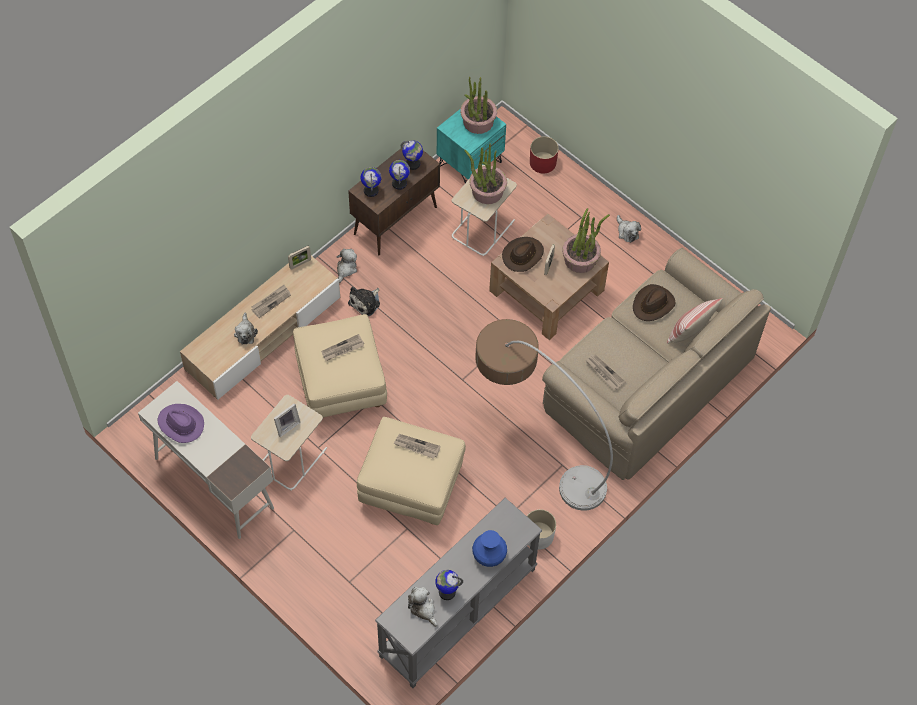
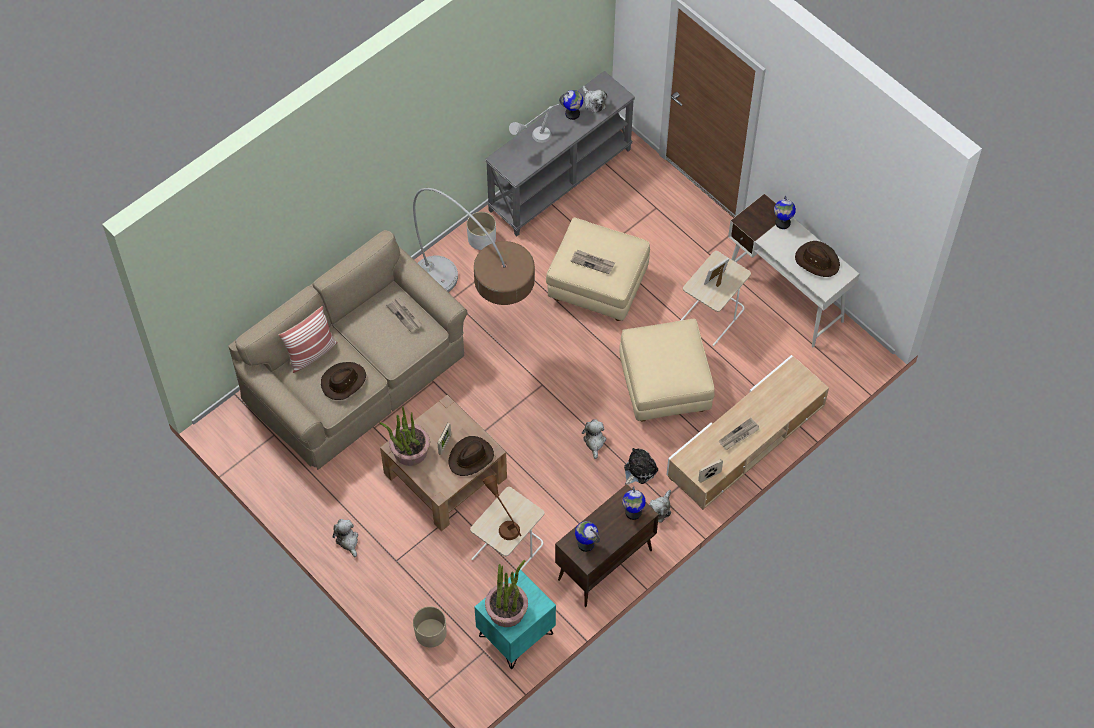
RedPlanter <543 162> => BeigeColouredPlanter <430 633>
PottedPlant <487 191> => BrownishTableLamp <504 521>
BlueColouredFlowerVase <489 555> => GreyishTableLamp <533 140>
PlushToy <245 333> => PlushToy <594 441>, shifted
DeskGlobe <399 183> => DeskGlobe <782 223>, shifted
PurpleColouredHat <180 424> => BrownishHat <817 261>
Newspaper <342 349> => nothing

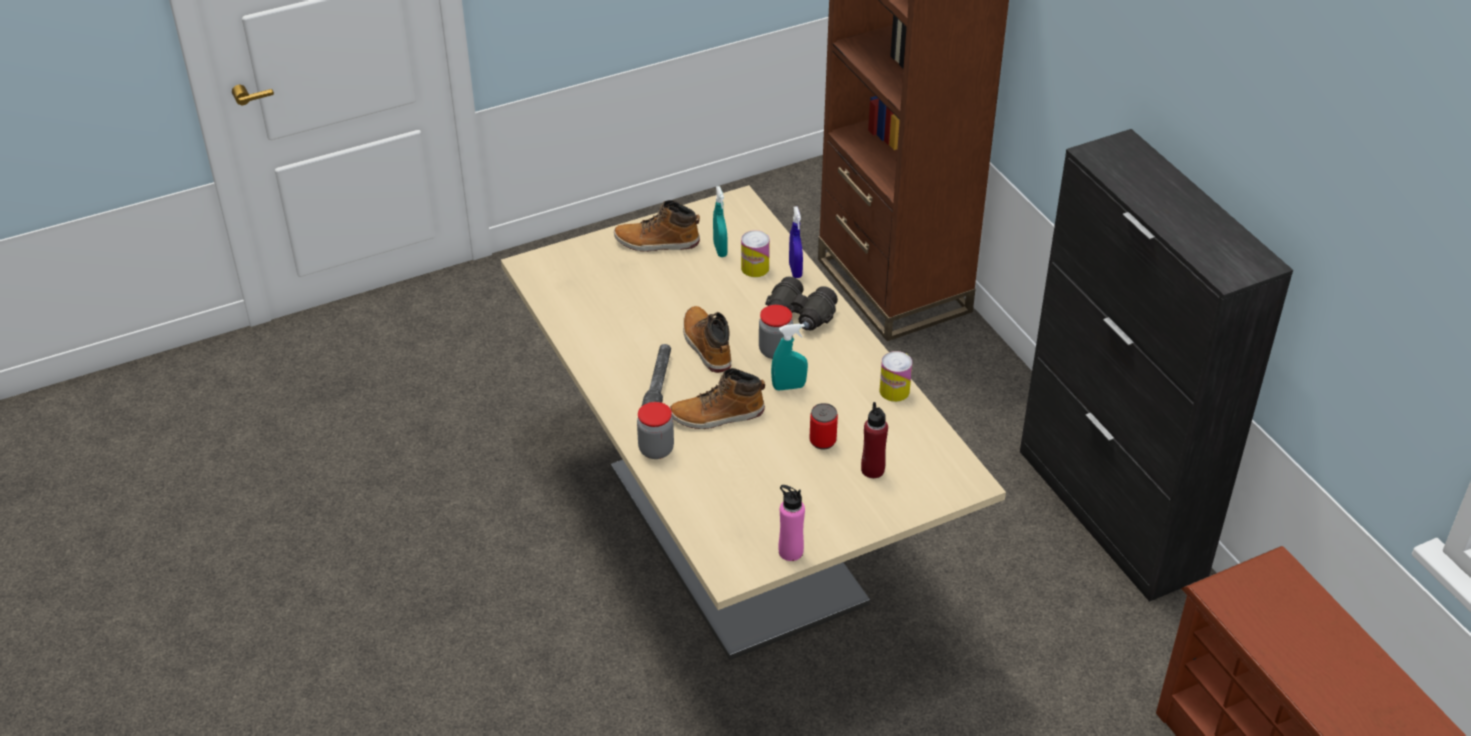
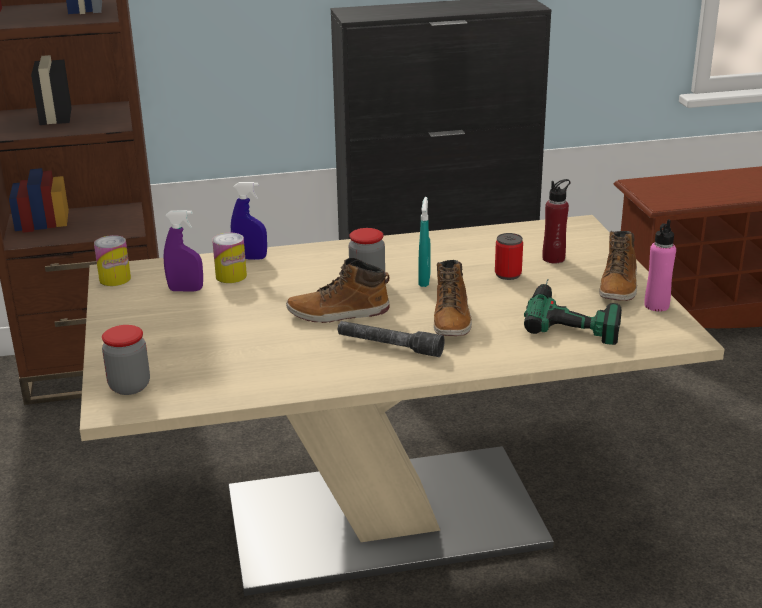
SealedCan <894 391> => SealedCan <115 279>, shifted
StorageJar <656 449> => StorageJar <129 386>, shifted
TurquoiseColouredSprayer <720 250> => PurpleColouredSprayer <186 290>
nothing => ElectricDrill <574 315>
Boot <657 242> => Boot <619 286>, shifted
BlackishBinoculars <799 316> => nothing

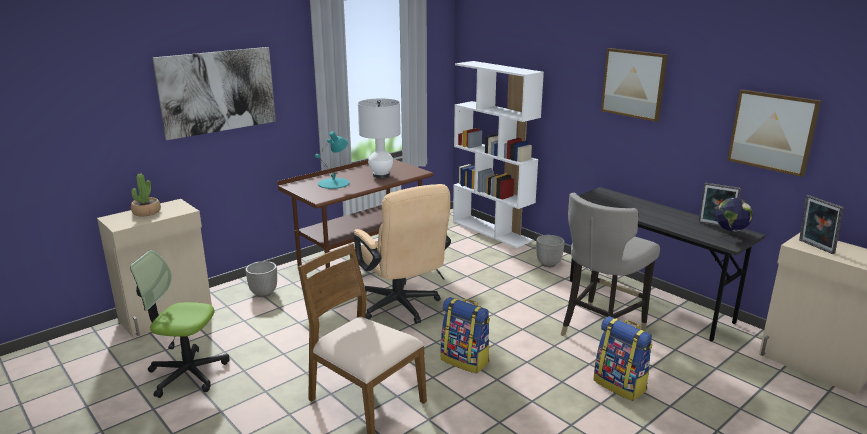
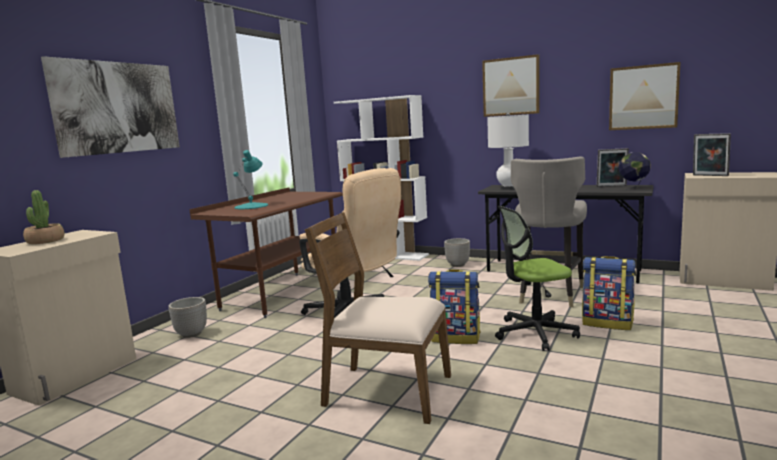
WhiteColouredTableLamp <381 175> => WhiteColouredTableLamp <508 188>, shifted
DeskChair <187 373> => DeskChair <534 333>, shifted

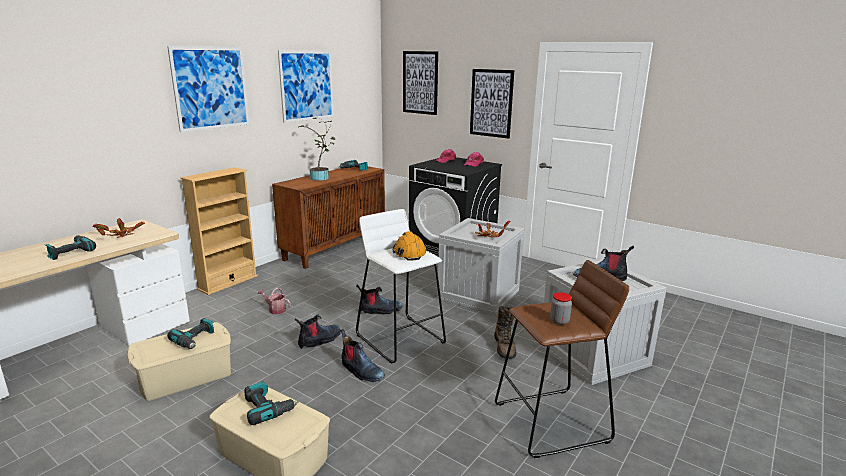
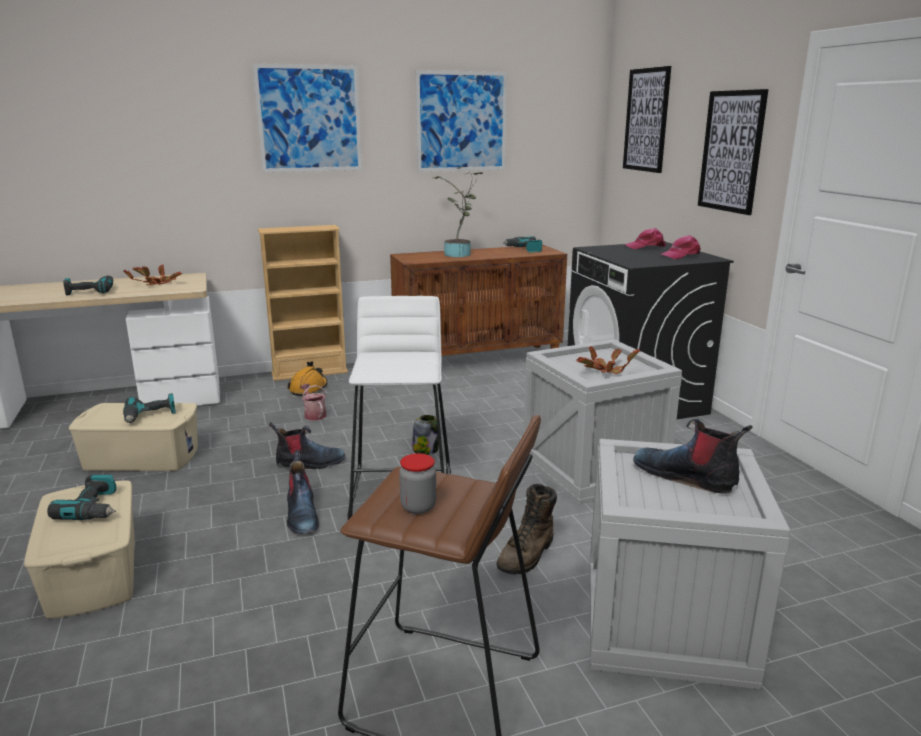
OrangeySafetyHelmet <409 253> => OrangeySafetyHelmet <308 388>, shifted
Boot <379 310> => StorageJar <426 450>

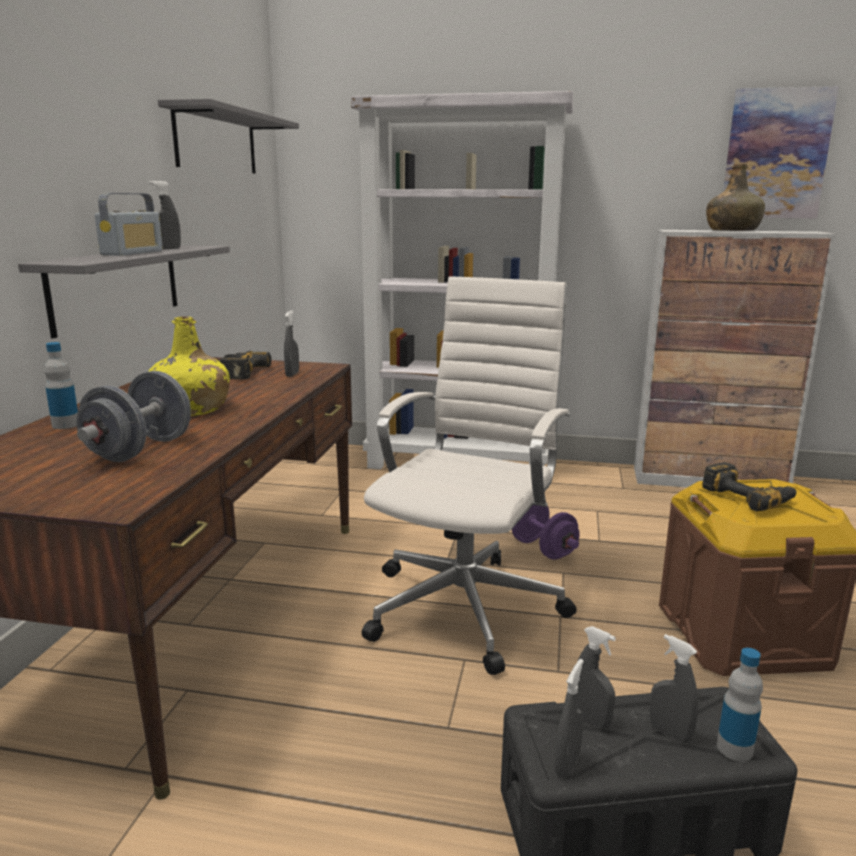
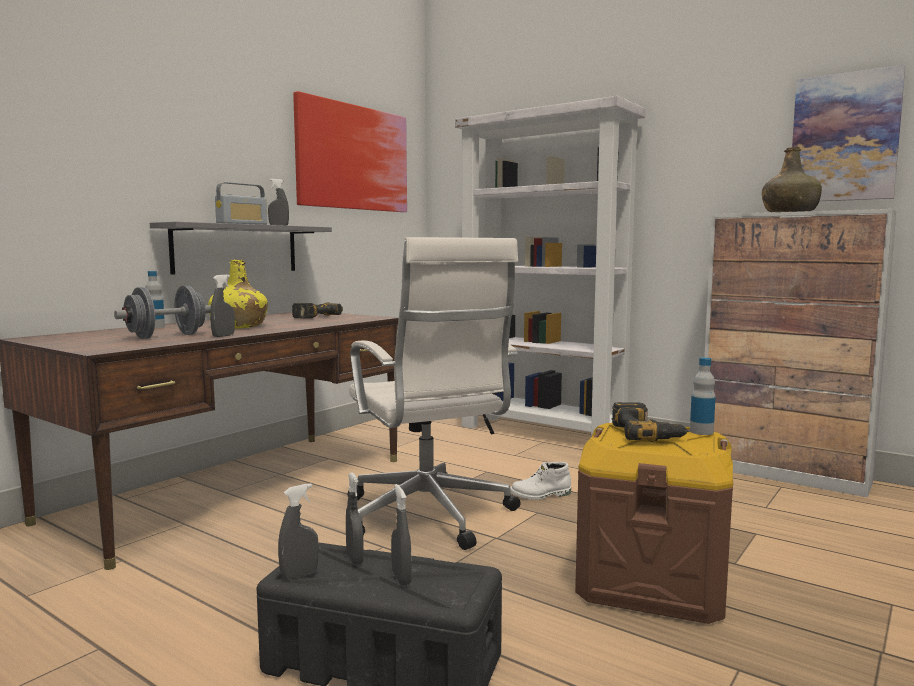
GreyishSprayer <292 374> => GreyishSprayer <223 336>, shifted
GreyishShelf <216 142> => WallPicture <353 158>
WhiteColouredDeskChair <467 605> => WhiteColouredDeskChair <429 517>, 105 degrees clockwise
PurpleColouredHandWeight <543 549> => WhiteColouredBoot <540 495>
BeverageBottle <734 748> => BeverageBottle <701 432>, shifted

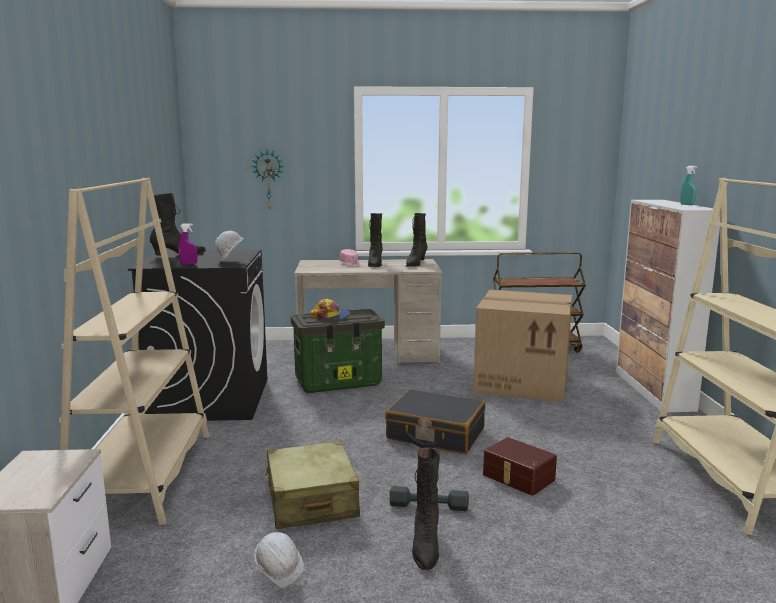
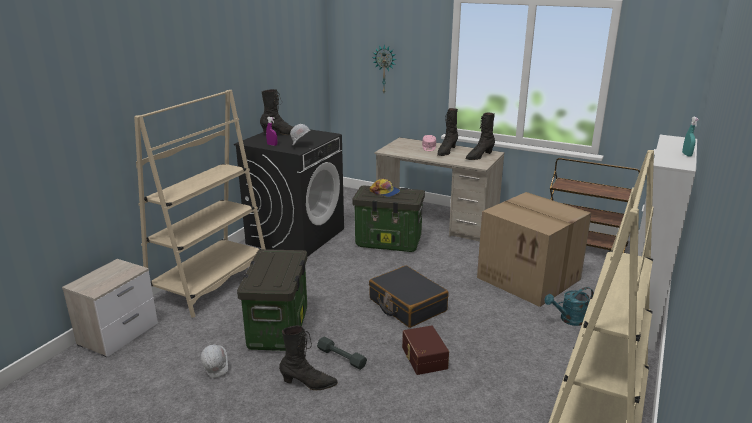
BeigeColouredSuitcase <311 501> => StorageContainer <279 329>
BlackishBoot <425 547> => BlackishBoot <309 384>, 120 degrees counterclockwise
nothing => TurquoiseColouredSprinklingCan <569 320>

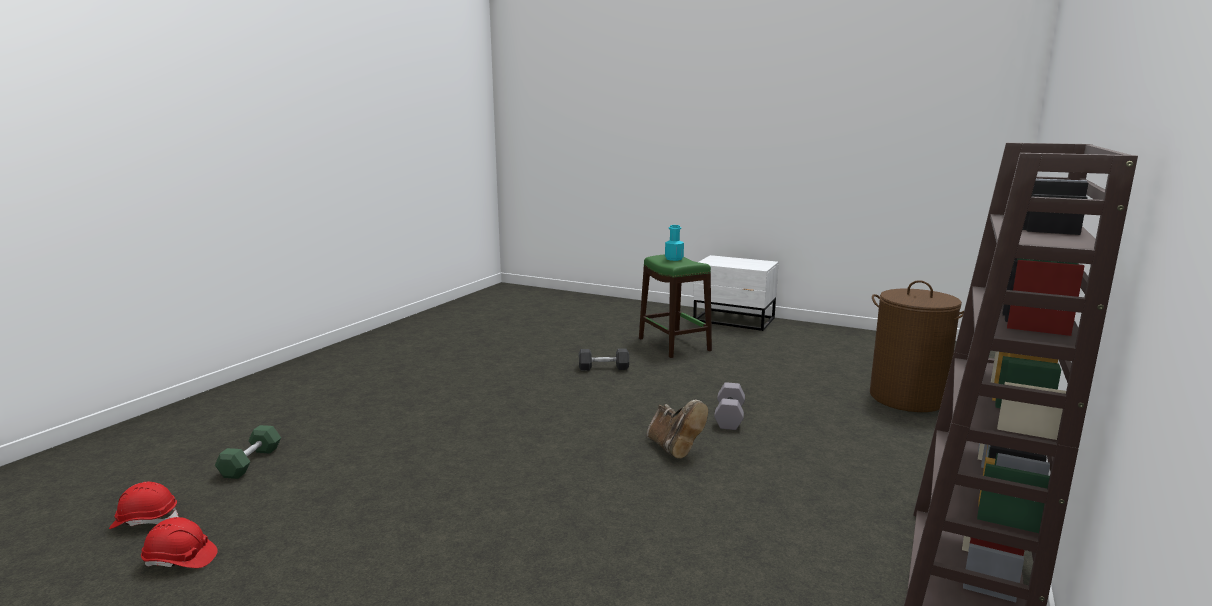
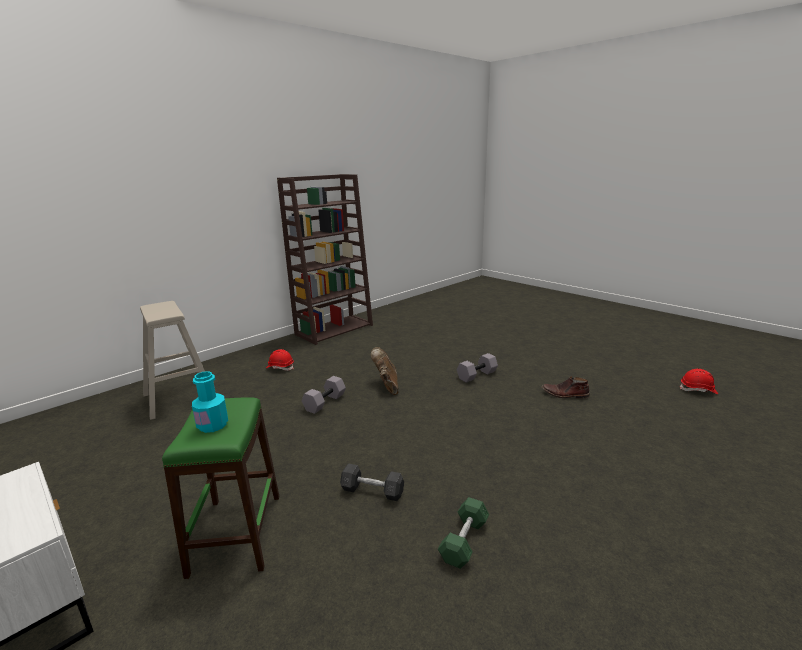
BrownishLaundryBasket <907 398> => BeigeColouredSittingStool <179 397>
RedSafetyHelmet <180 560> => RedSafetyHelmet <280 367>, shifted
GreenishHandWeight <251 462> => GreenishHandWeight <464 541>, shifted
nothing => GreyishHandWeight <477 375>
nothing => BrownishBoot <565 394>

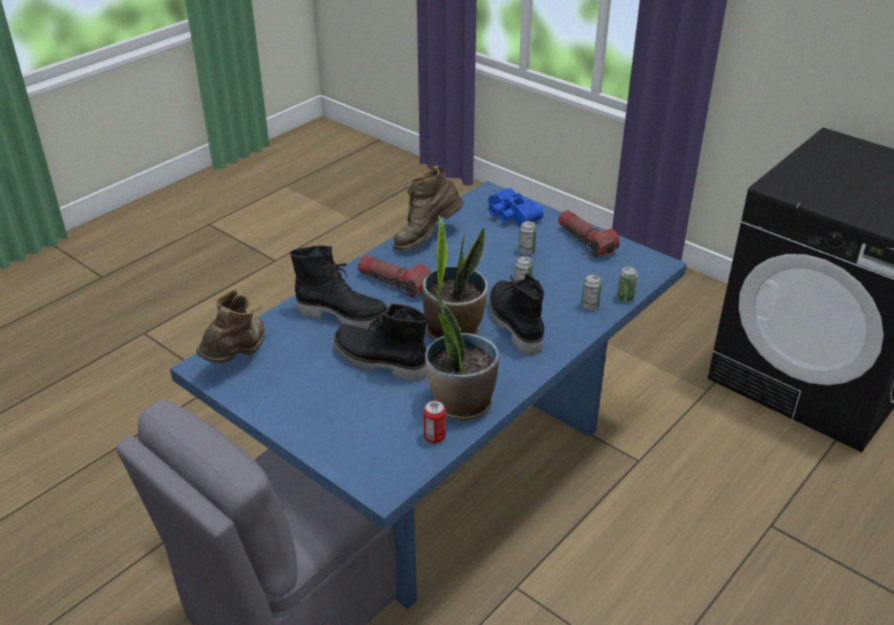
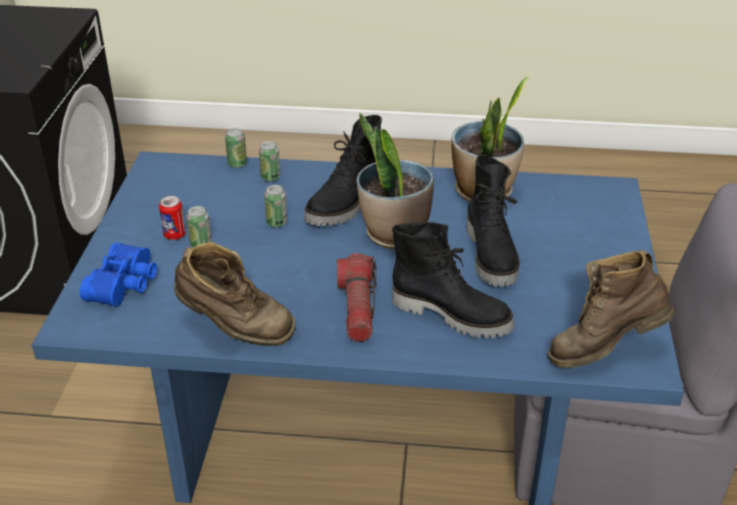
SealedCan <434 437> => SealedCan <174 235>, shifted
BlackishBoot <344 315> => BlackishBoot <452 314>, 135 degrees clockwise
HandTorch <586 242> => nothing

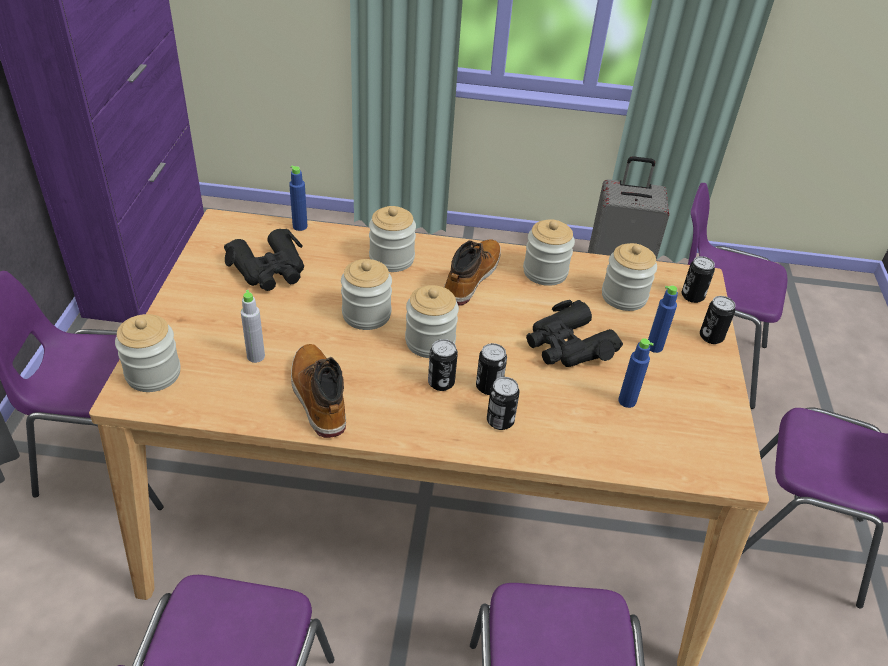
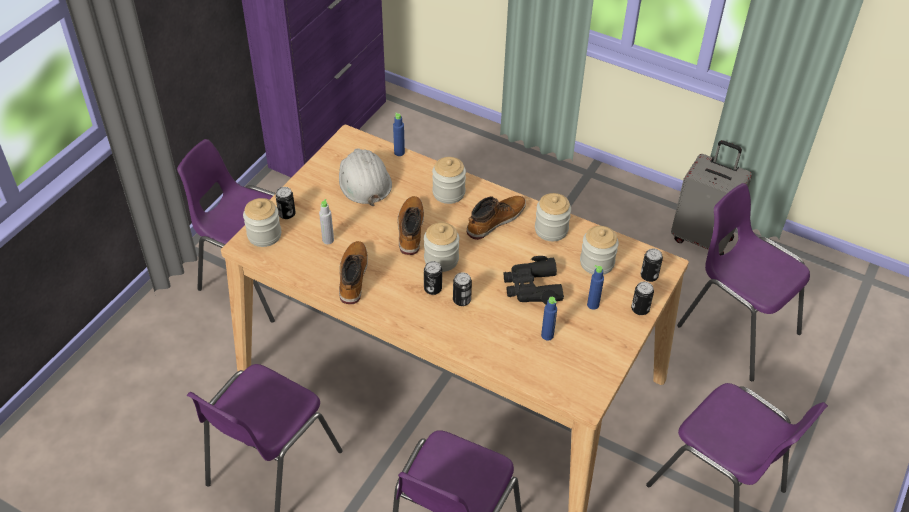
SealedCan <500 421> => SealedCan <287 214>, shifted
BlackishBinoculars <269 270> => WhiteColouredSafetyHelmet <364 181>
StorageJar <366 314> => Boot <410 229>

